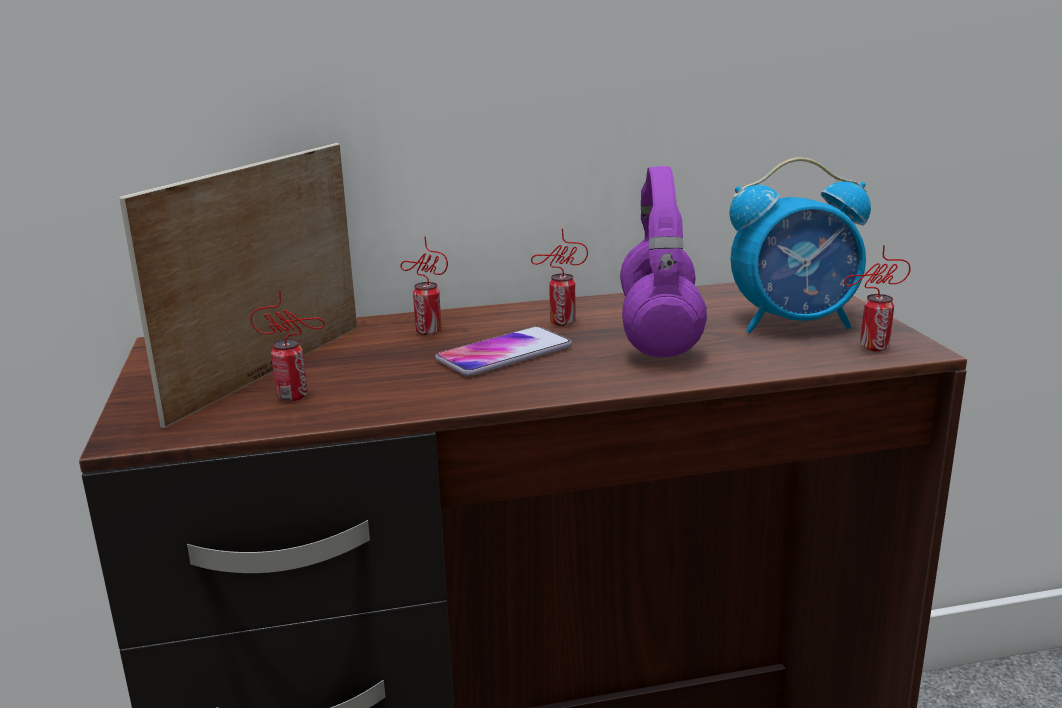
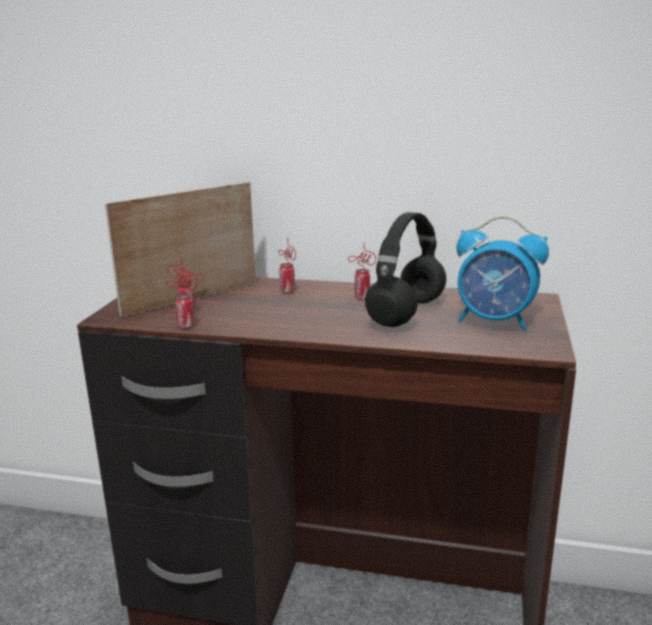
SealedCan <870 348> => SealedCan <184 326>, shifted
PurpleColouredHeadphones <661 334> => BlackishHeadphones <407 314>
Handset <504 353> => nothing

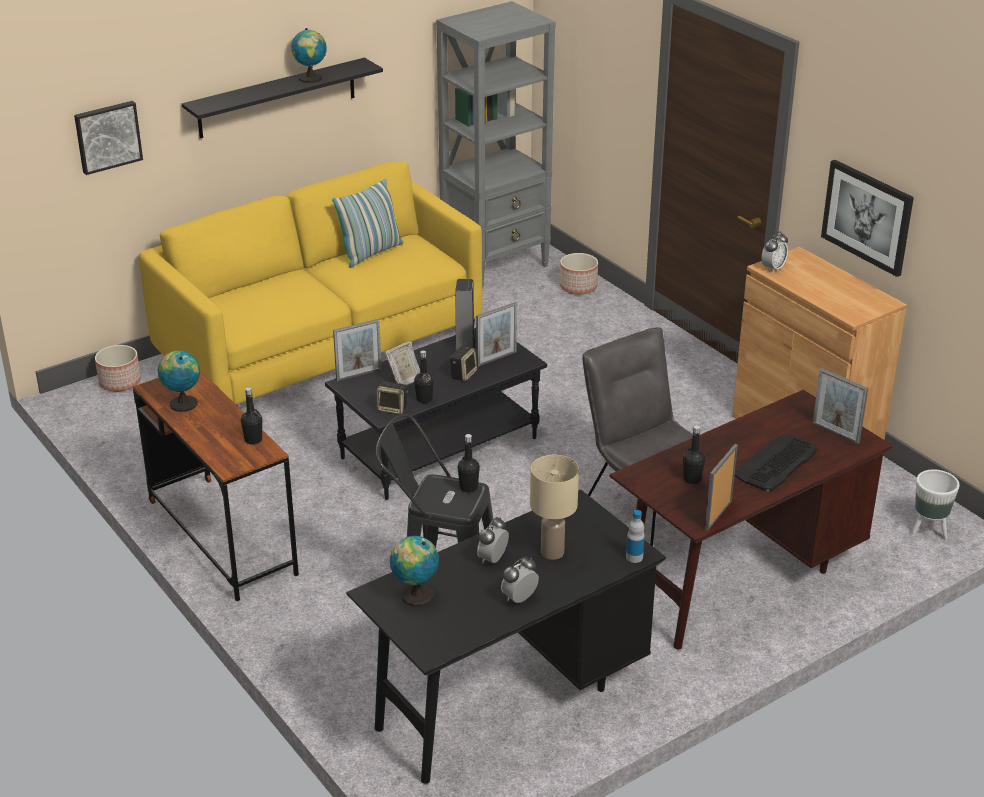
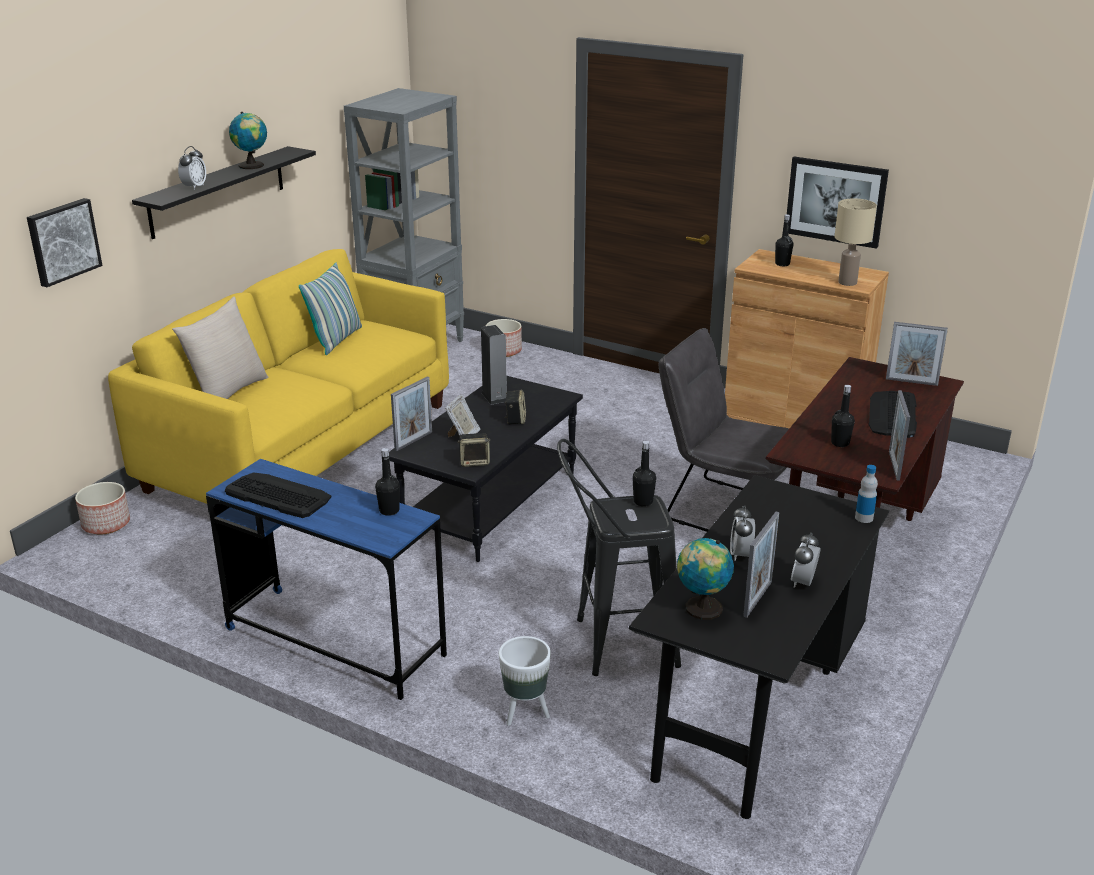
nothing => BeigeColouredCushion <228 393>
BedsideClock <773 268> => BedsideClock <194 187>, shifted
BrownishDeskTable <221 537> => BlueColouredDeskTable <334 642>
DeskGlobe <182 403> => Keyboard <278 495>
WhiteColouredPlanter <928 531> => WhiteColouredPlanter <525 713>, shifted
PhotoFrame <496 358> => PhotoFrame <757 599>, shifted
BlackishBeverageBottle <424 399> => BlackishBeverageBottle <782 264>, shifted
BeigeColouredTableLamp <551 552> => BeigeColouredTableLamp <847 282>, shifted

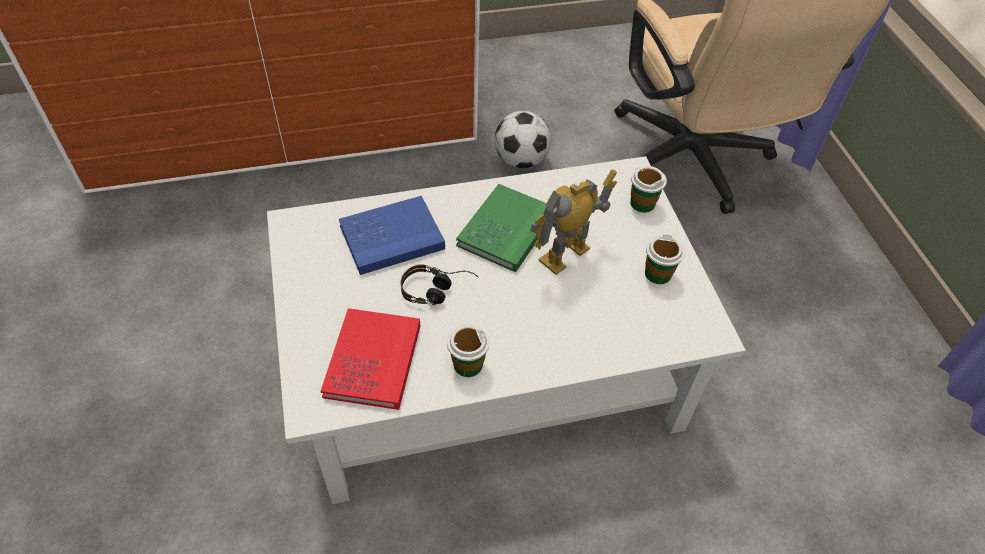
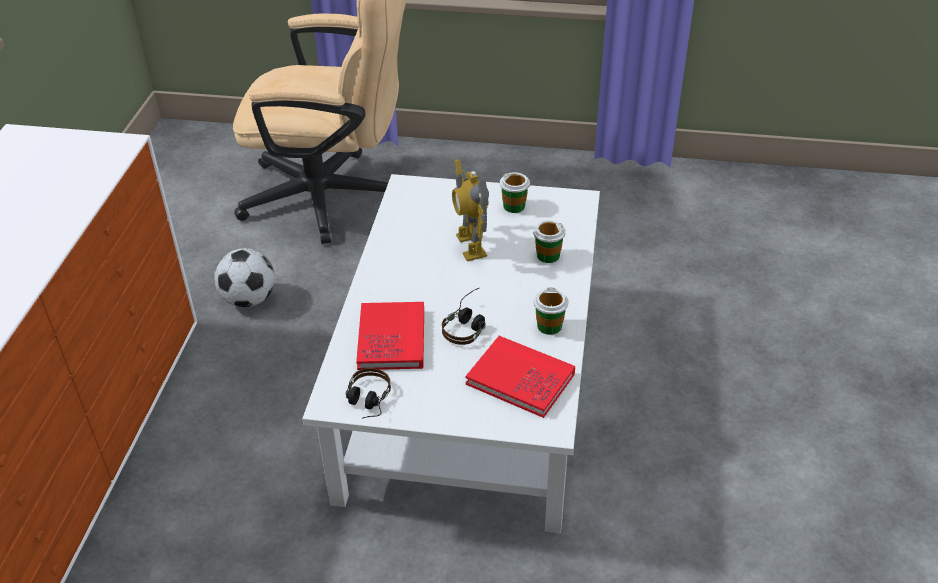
nothing => Headphones <366 403>
BlueColouredVolume <392 238> => RedVolume <391 339>
SmallCup <642 203> => SmallCup <548 255>, shifted
GreenishVolume <506 230> => nothing

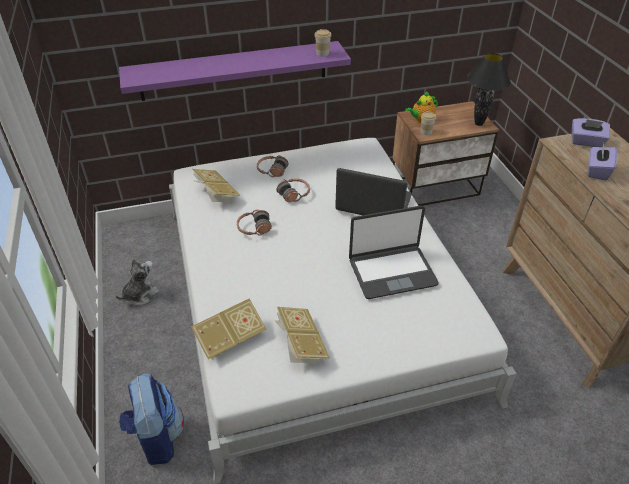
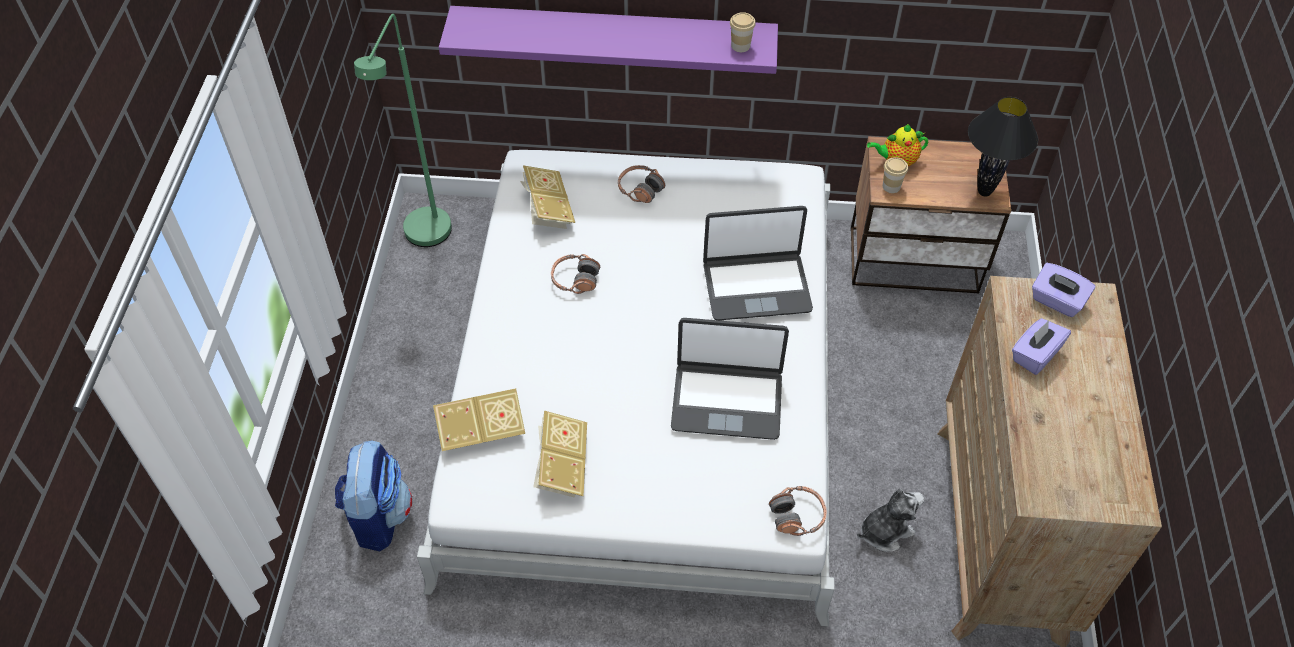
nothing => GreenishFloorLamp <425 240>
PortableComputer <373 204> => PortableComputer <756 286>, 135 degrees clockwise
Headphones <294 194> => Headphones <797 516>, shifted
PlushToy <140 295> => PlushToy <885 531>, shifted

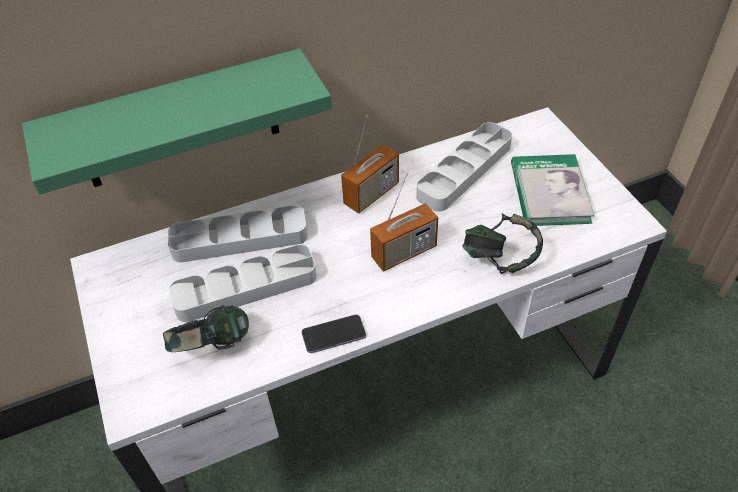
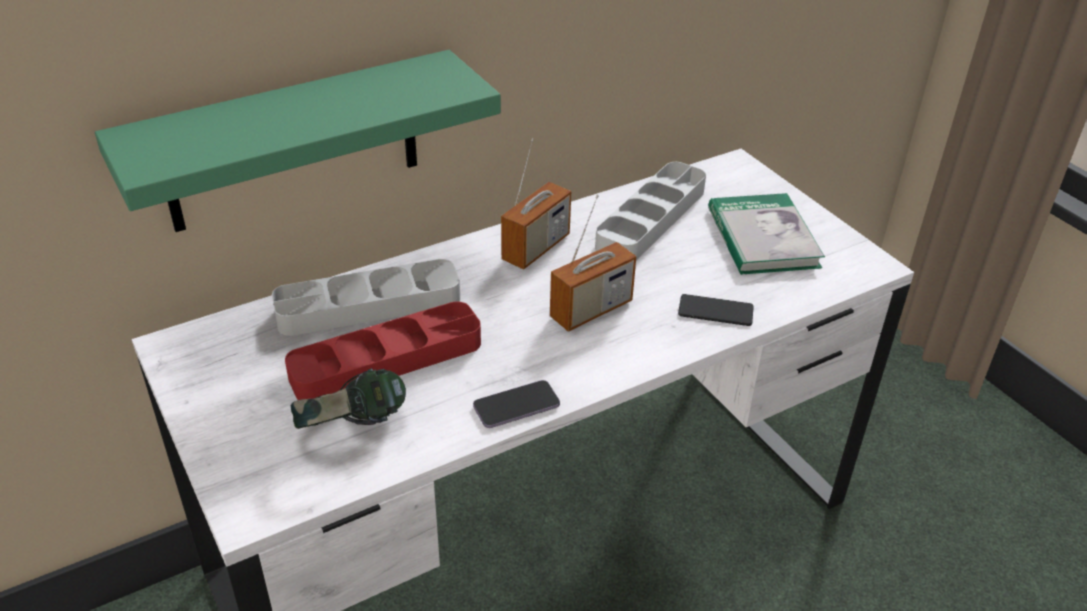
GreyishTray <245 288> => RedTray <386 360>
Headphones <500 259> => Handset <715 311>

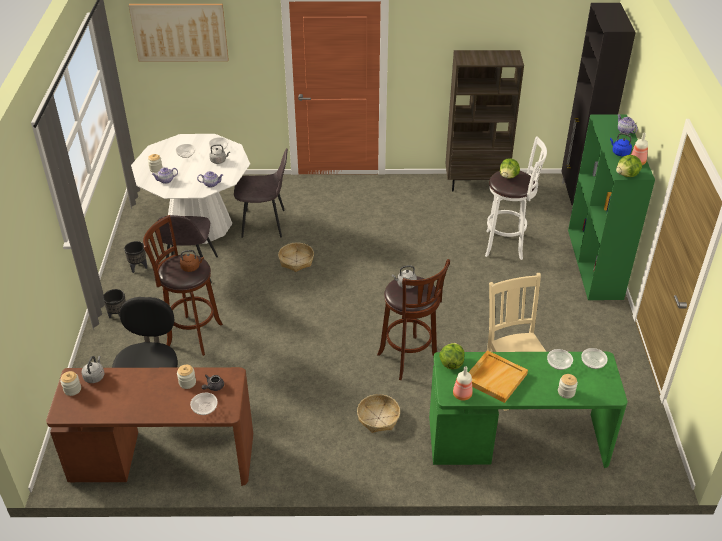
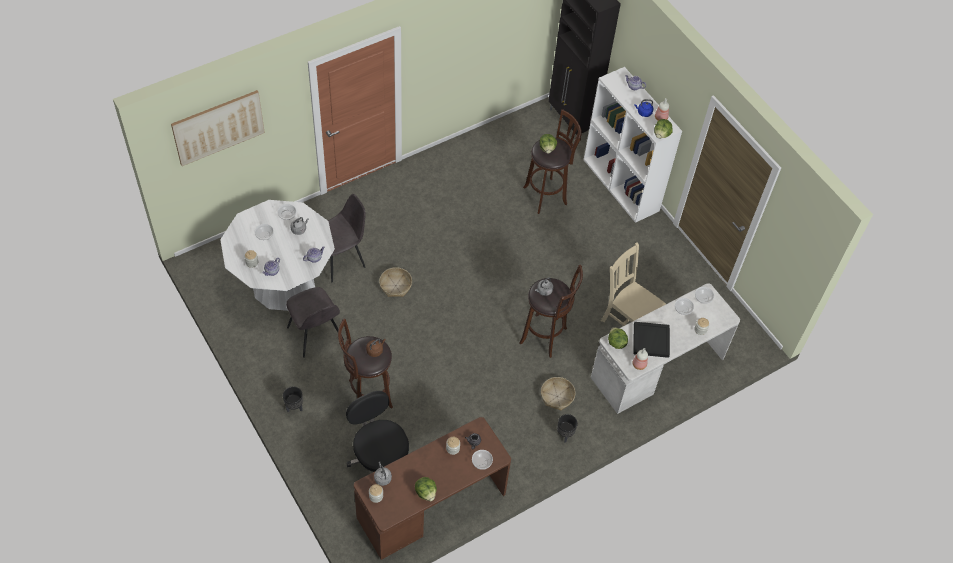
nothing => LettuceHead <426 492>
WhiteColouredSittingStool <507 245> => BrownishSittingStool <547 195>
BlackishPlanter <138 268> => BlackishPlanter <565 434>, shifted
GreenishBookcase <595 264> => WhiteColouredBookcase <621 185>
GreenishDeskTable <517 441> => WhiteColouredDeskTable <658 367>
BeigeColouredTray <495 377> => BlackishTray <650 340>
BrownishBookcase <476 183> => nothing

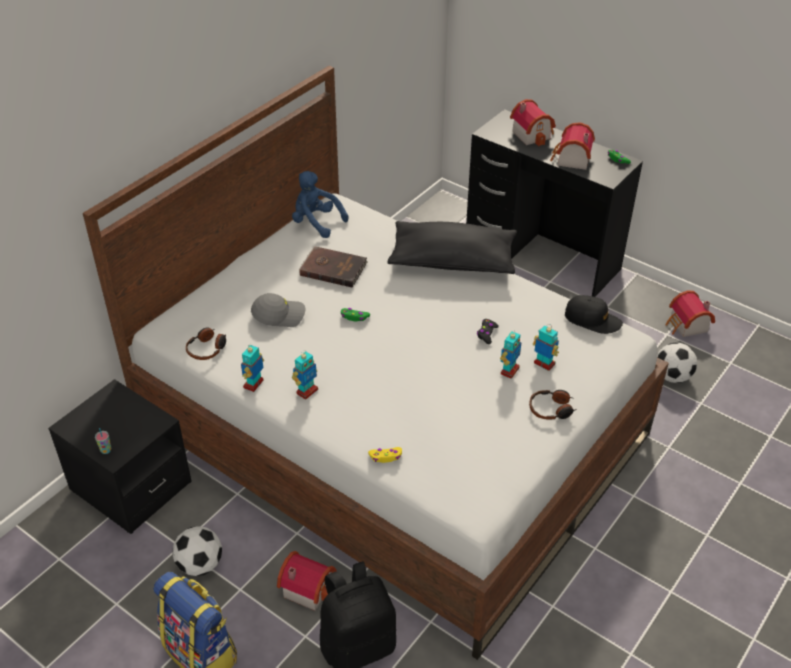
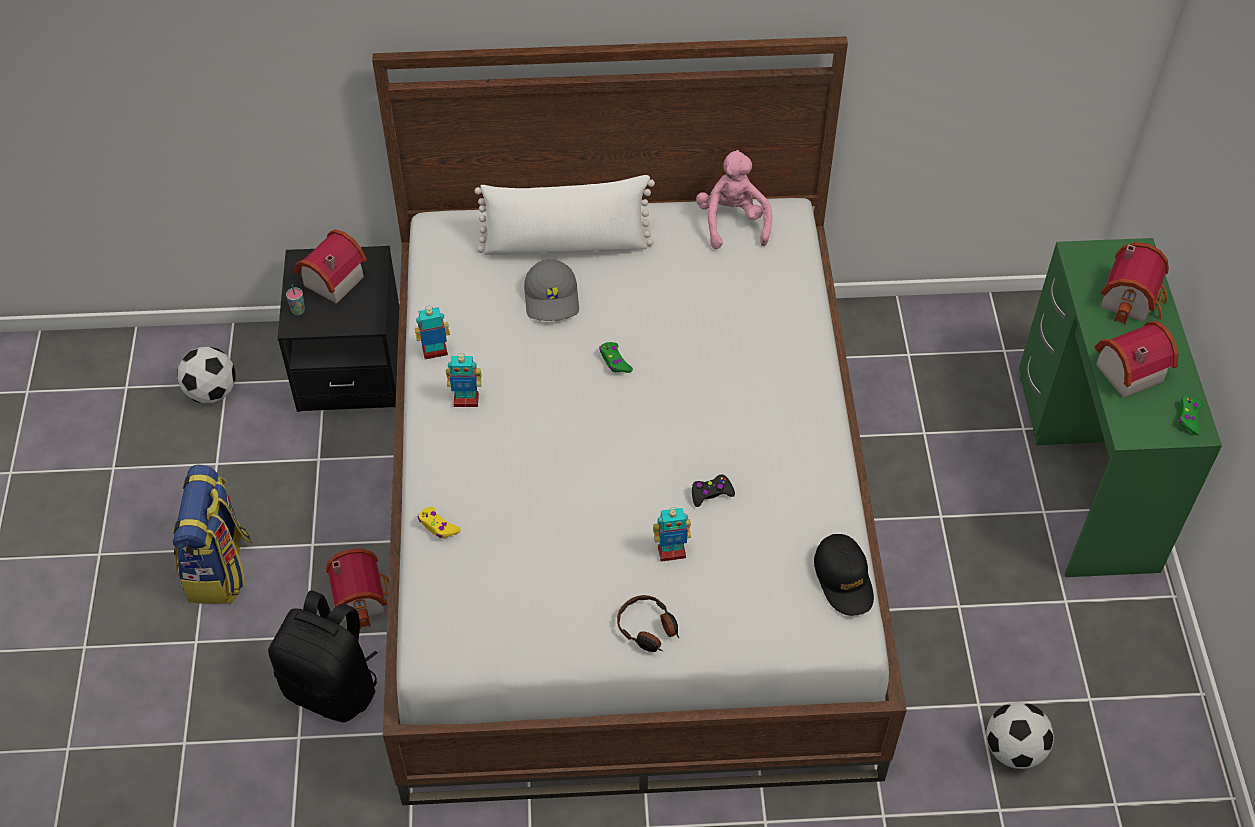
BallForFootball <200 564> => BallForFootball <212 392>, shifted
MiniatureHouse <687 326> => MiniatureHouse <329 280>, shifted
nothing => WhiteColouredCushion <566 244>
GreyishCap <279 315> => GreyishCap <552 298>, 45 degrees clockwise
BlueColouredPlushToy <316 222> => PinkishPlushToy <732 222>
BlackishDeskTable <542 254> => GreenishDeskTable <1086 471>
Headphones <207 349> => nothing
BrownishVolume <333 268> => nothing
BlackishCushion <452 261> => nothing
ModelRobot <544 364> => nothing

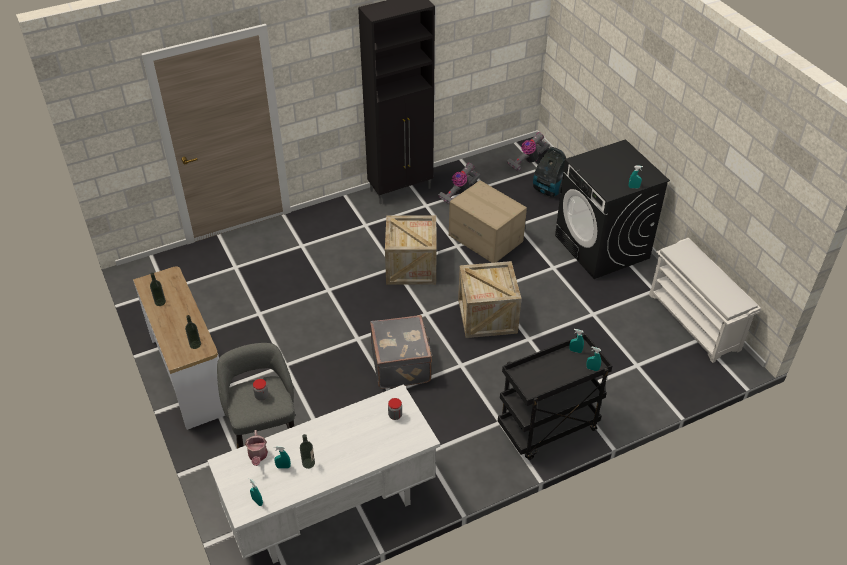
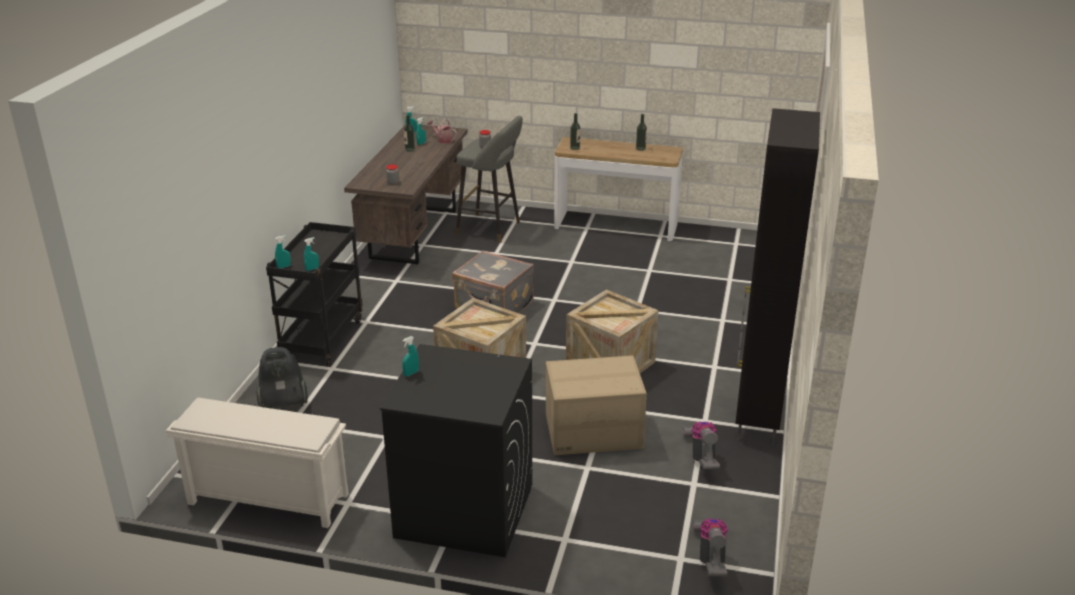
Vacuum <548 190> => Vacuum <283 403>, shifted
WhiteColouredDeskTable <331 510> => BrownishDeskTable <414 233>

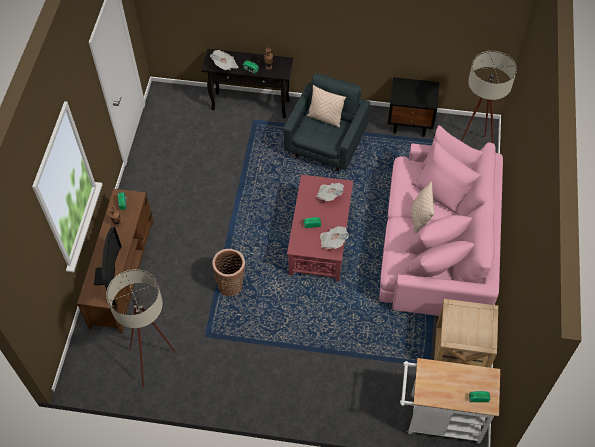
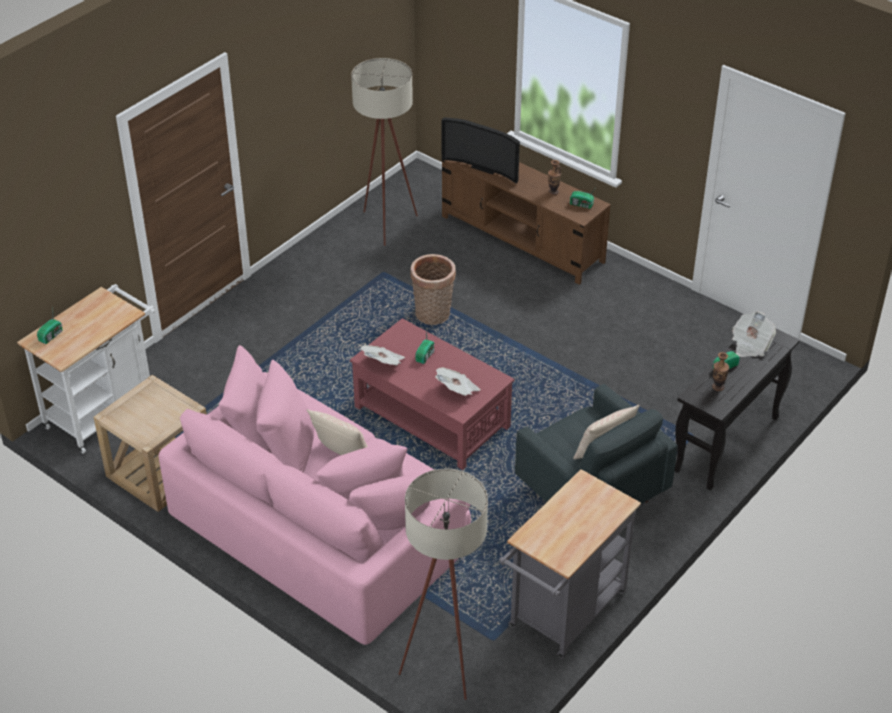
BlackishNightstand <410 123> => GreyishWheeledCart <563 615>

